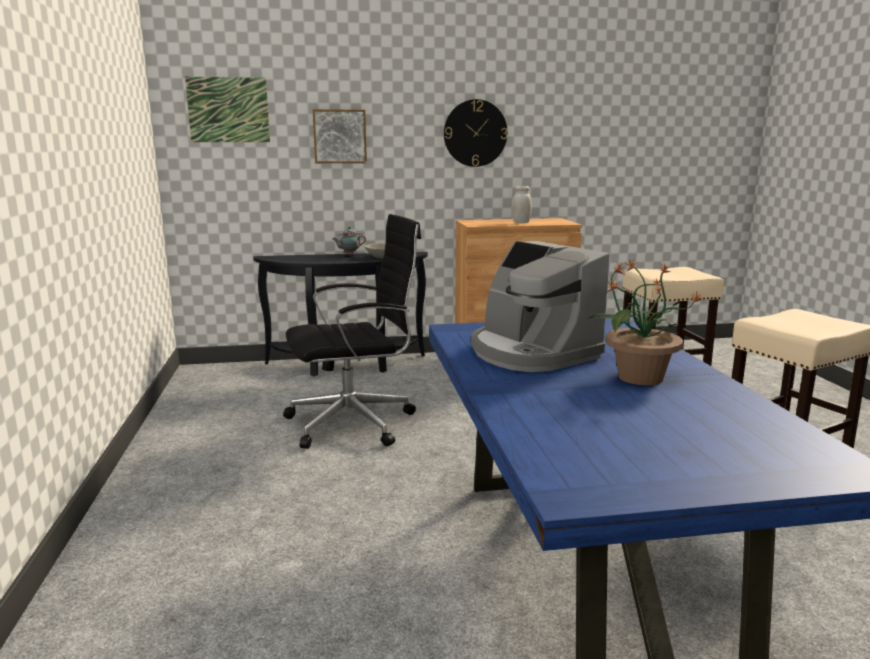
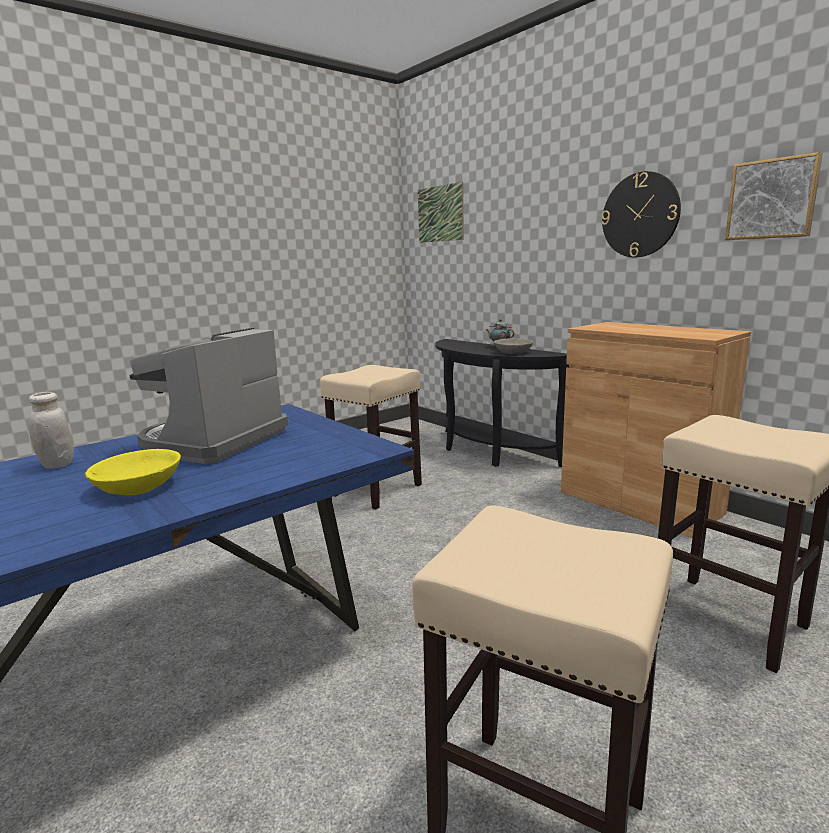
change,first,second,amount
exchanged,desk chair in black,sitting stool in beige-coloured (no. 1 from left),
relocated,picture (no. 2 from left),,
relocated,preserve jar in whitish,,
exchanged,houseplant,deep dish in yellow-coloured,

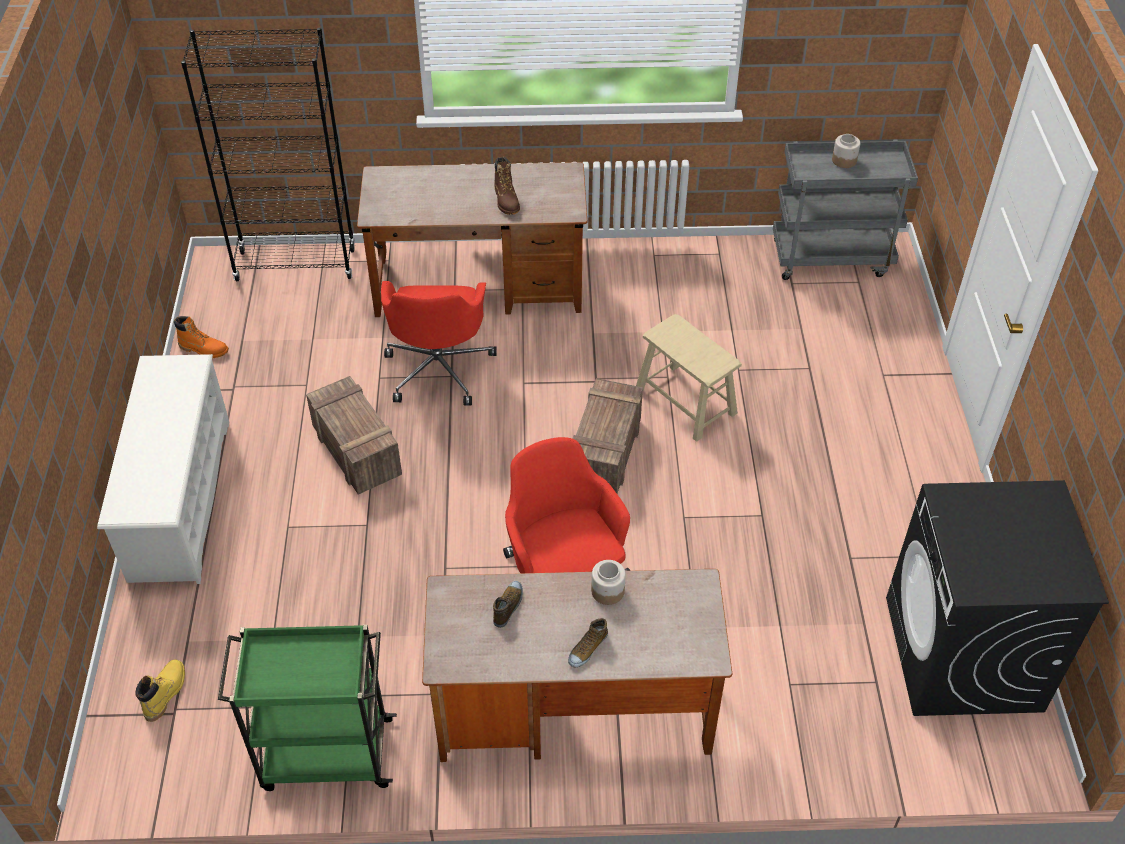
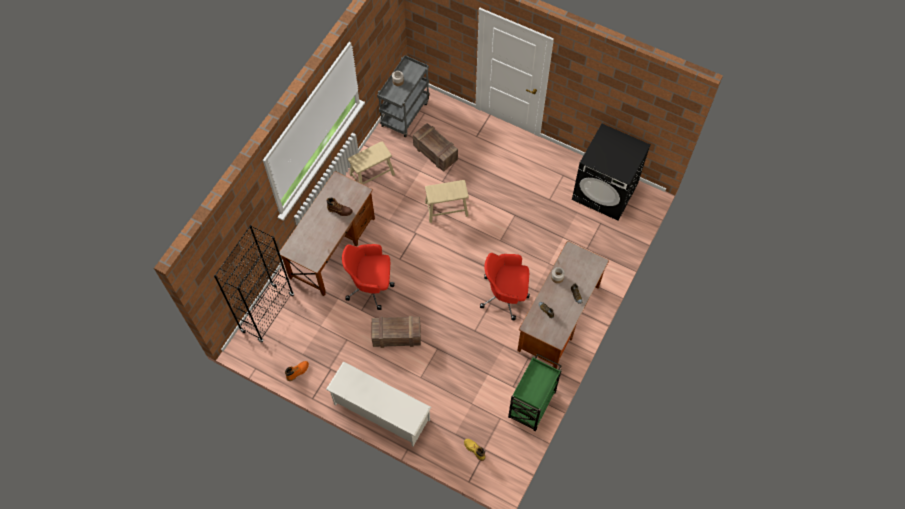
change,first,second,amount
spun,desk chair in reddish (no. 1 from left),,150 degrees clockwise
relocated,packing crate (no. 2 from left),,
appeared,,sitting stool in beige-coloured (no. 1 from left),

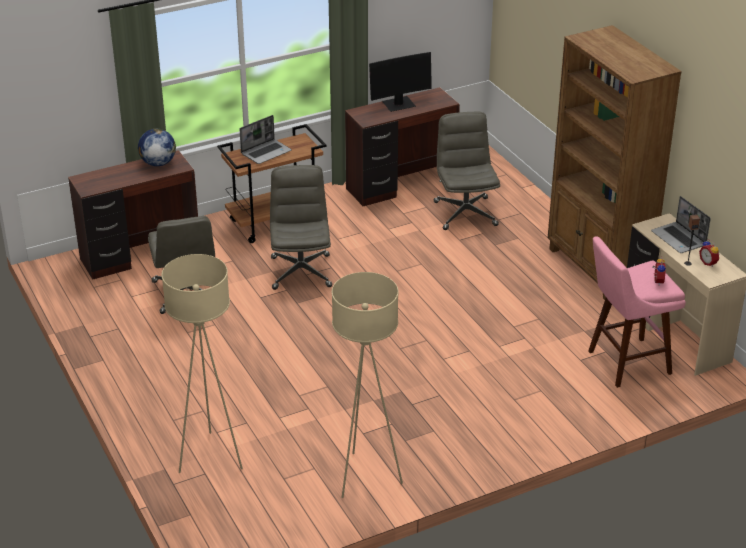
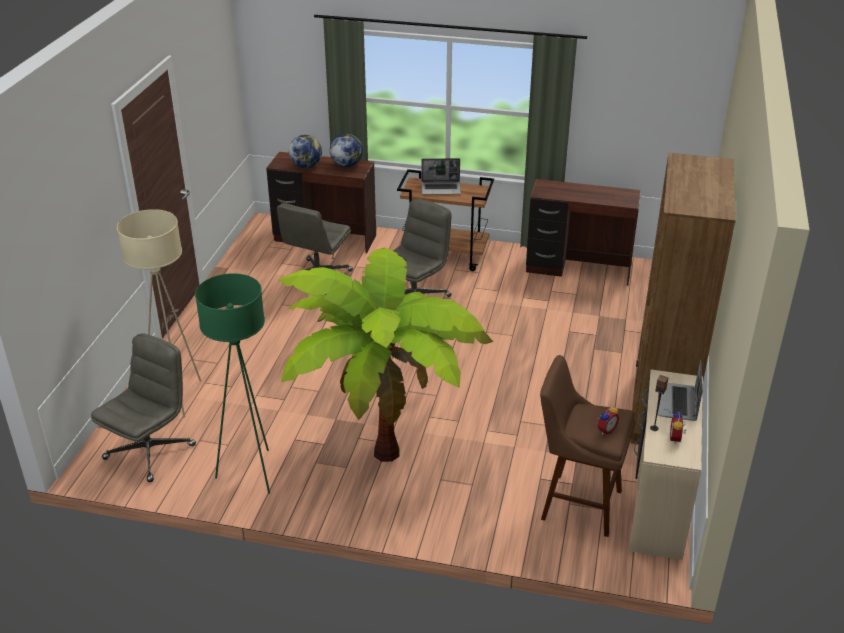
change,first,second,amount
colour,floor lamp in beige-coloured (no. 2 from left),floor lamp in greenish,
missing,monitor,,
relocated,desk chair in grey (no. 3 from left in the first image),desk chair in grey (no. 1 from left),
colour,sitting stool in pink-coloured,sitting stool in brown,
appeared,,houseplant,
appeared,,world globe (no. 1 from left),

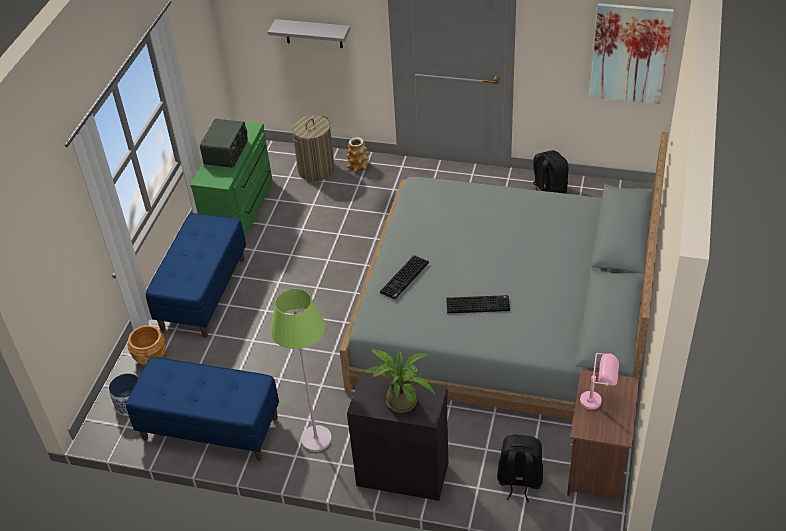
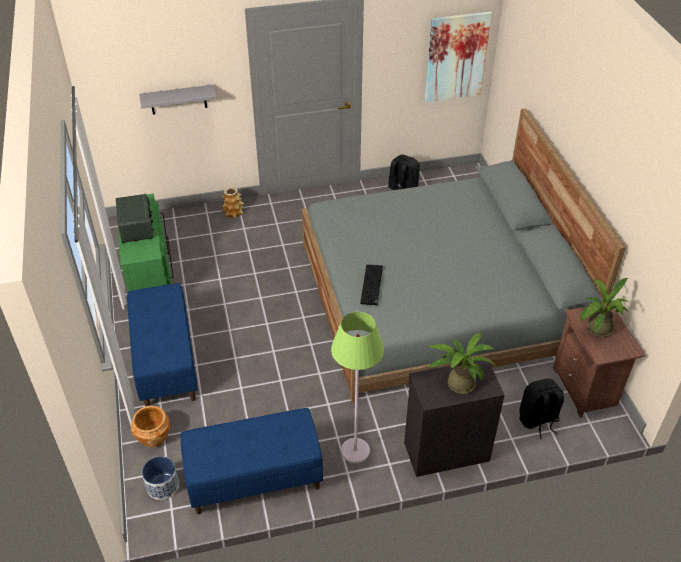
change,first,second,amount
missing,hamper,,
missing,PC keyboard (no. 2 from left),,
exchanged,lamp for a table in pink-coloured,houseplant (no. 2 from left),

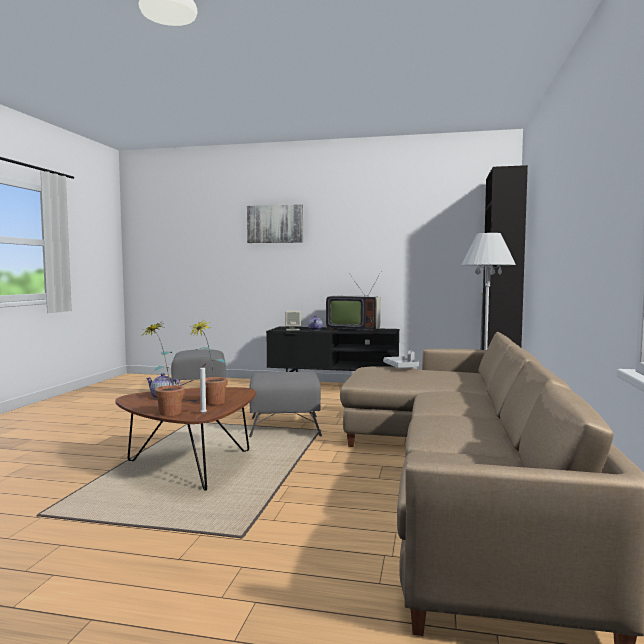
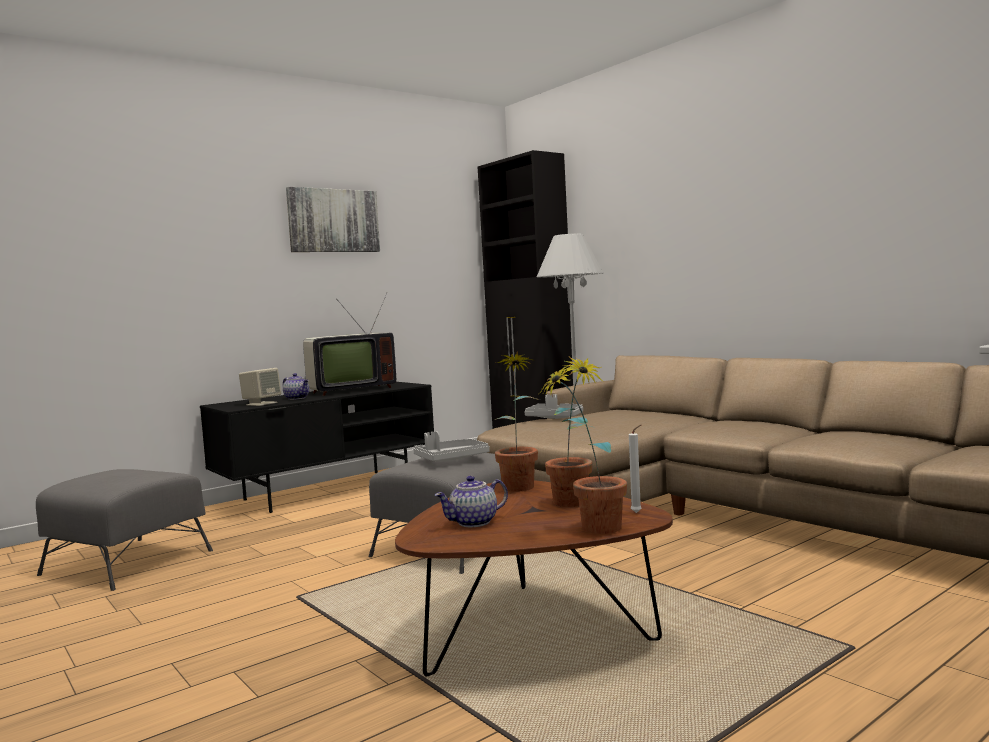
change,first,second,amount
relocated,picture,,
appeared,,serving tray in grey (no. 1 from left),
appeared,,houseplant (no. 1 from left),

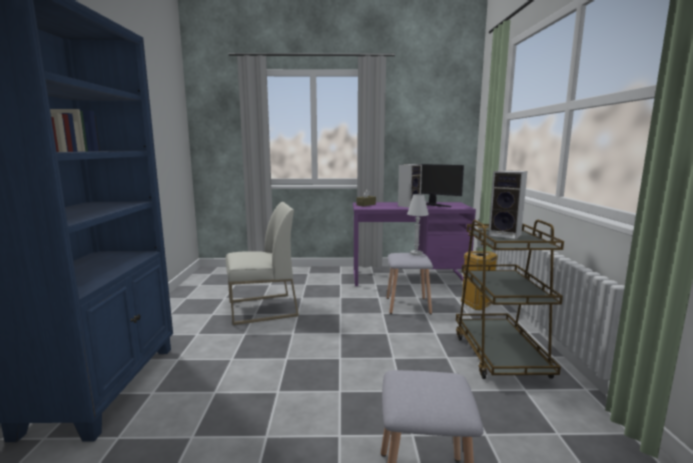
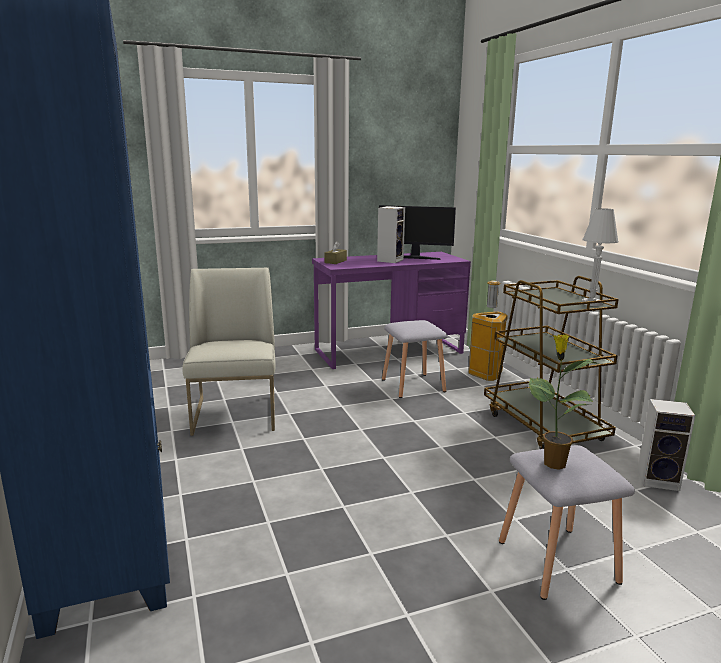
change,first,second,amount
spun,upright chair in whitish,,60 degrees counterclockwise
relocated,lamp for a table in whitish,,
relocated,loudspeaker (no. 2 from left),,
appeared,,houseplant,

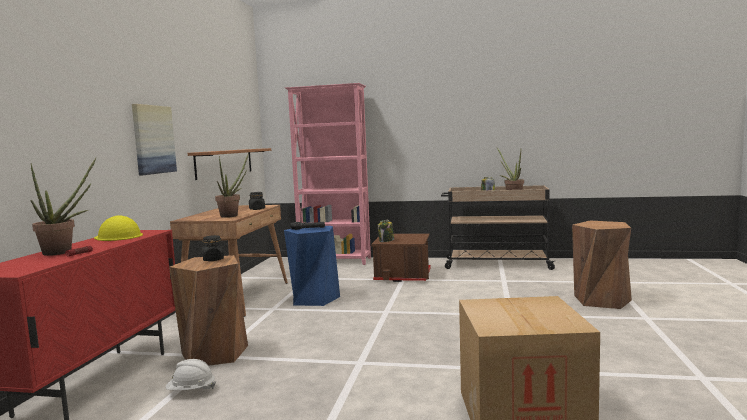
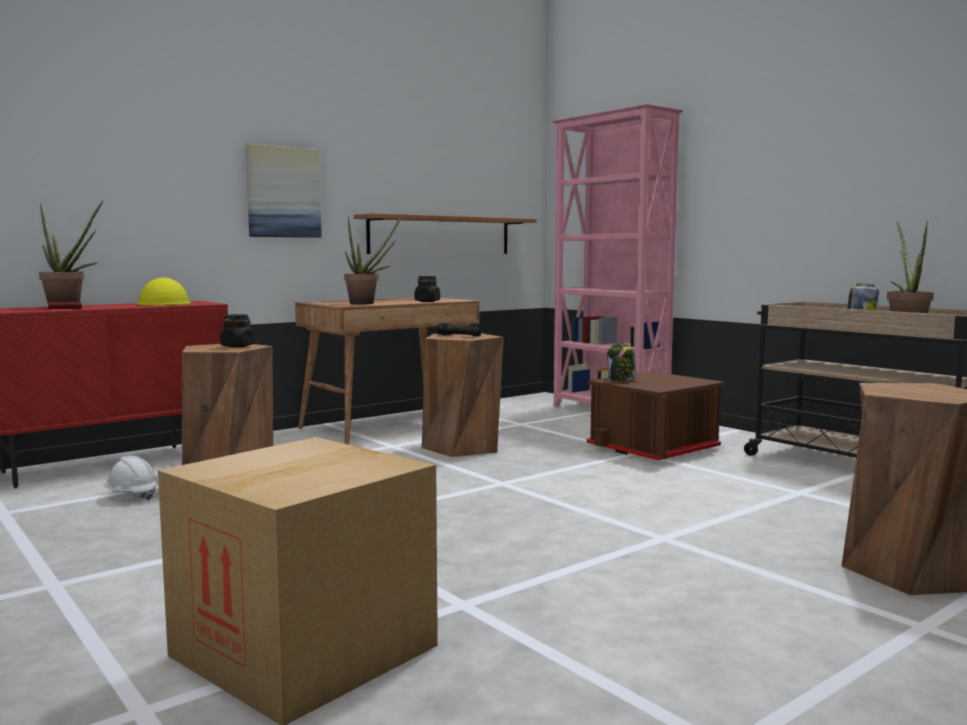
change,first,second,amount
colour,sitting stool in bluish,sitting stool in brown (no. 2 from left),

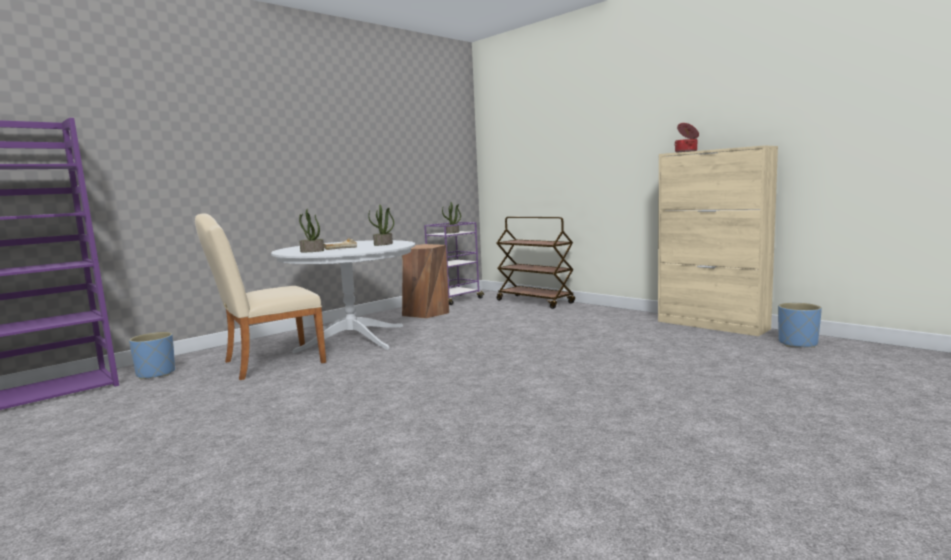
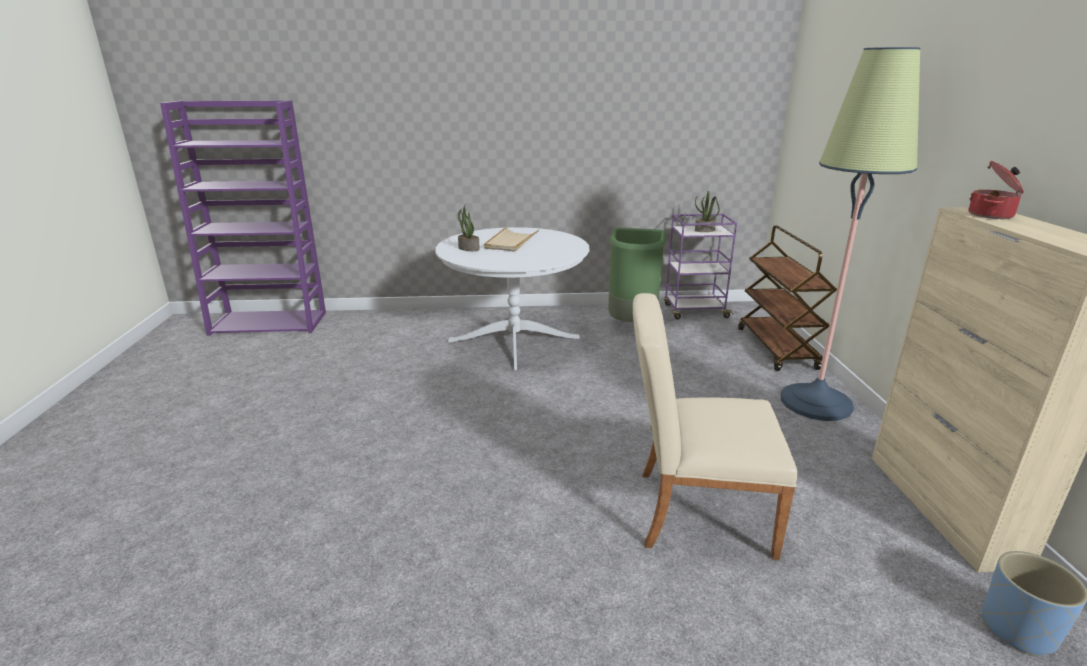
change,first,second,amount
missing,planter in bluish (no. 1 from left),,
relocated,upright chair in beige-coloured,,
missing,houseplant (no. 2 from left),,
exchanged,sitting stool in brown,trash can in greenish,
appeared,,floor lamp,

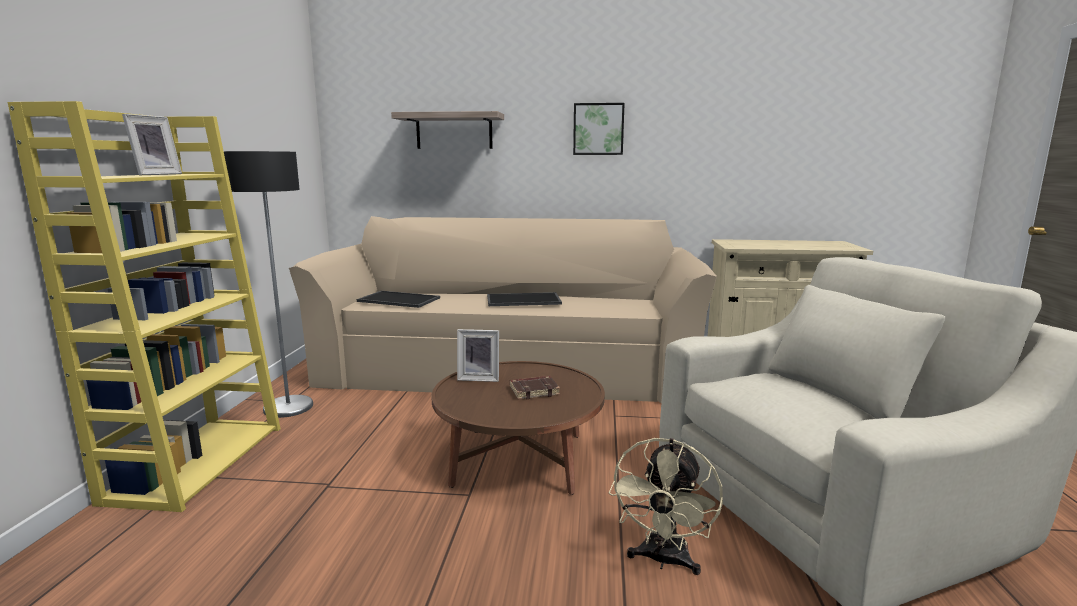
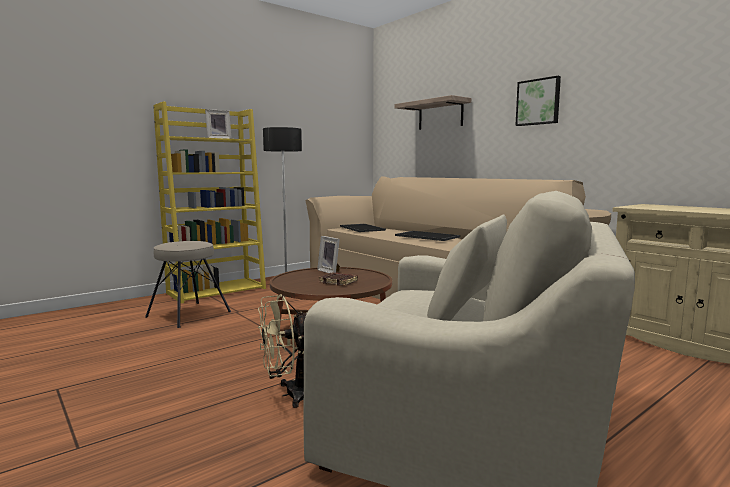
change,first,second,amount
appeared,,sitting stool in beige-coloured,

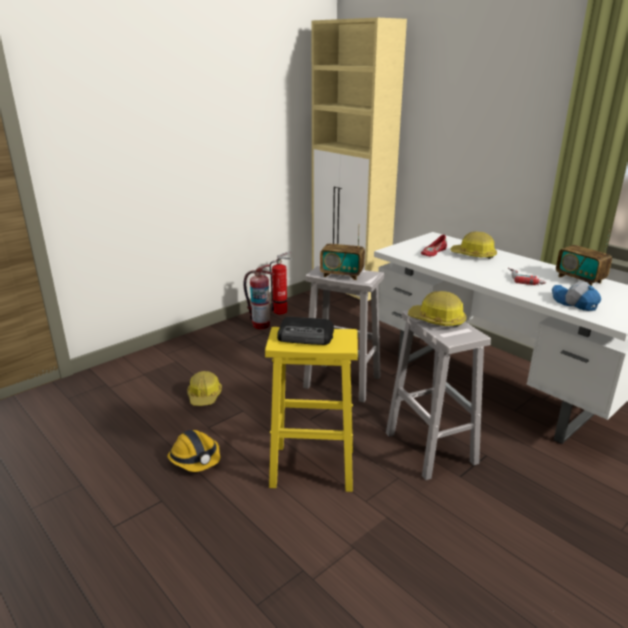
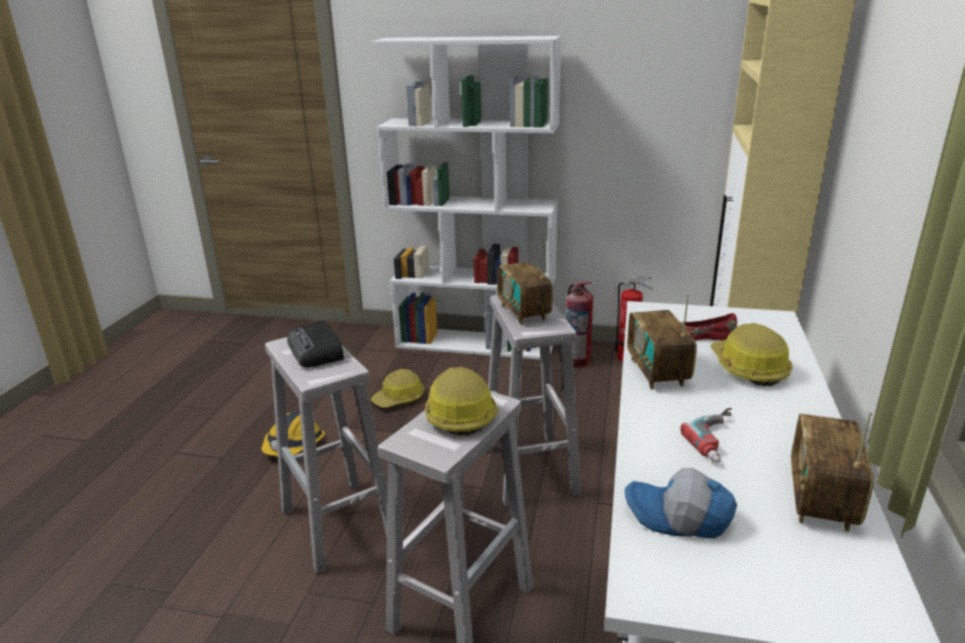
change,first,second,amount
colour,sitting stool in yellow-coloured,sitting stool in whitish (no. 1 from left),
spun,baseball cap,,90 degrees counterclockwise
appeared,,bookcase in whitish,
appeared,,radio (no. 3 from left),

